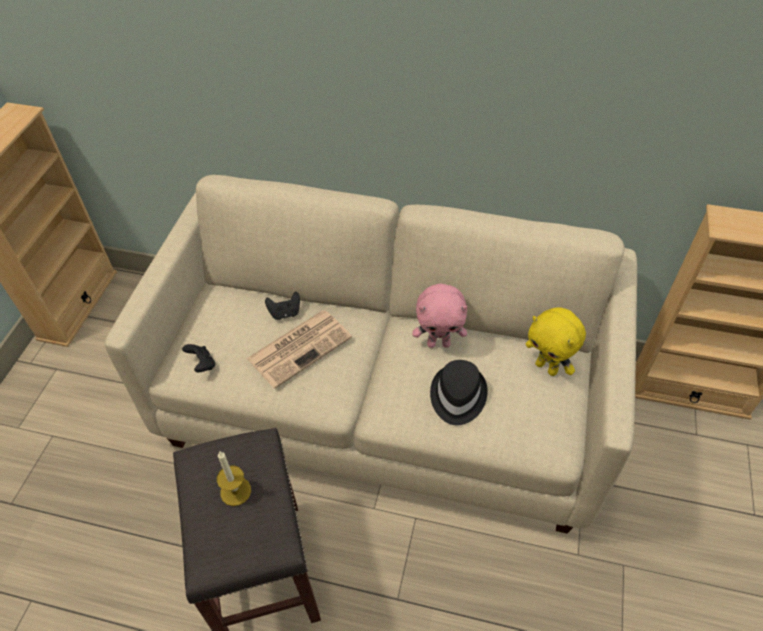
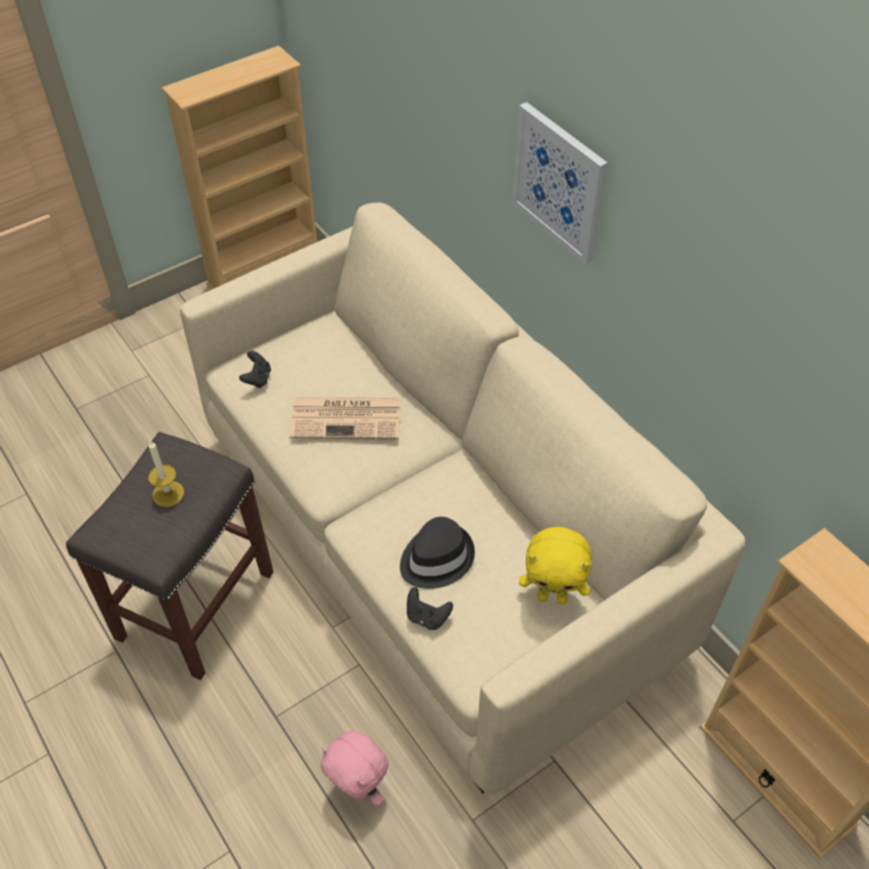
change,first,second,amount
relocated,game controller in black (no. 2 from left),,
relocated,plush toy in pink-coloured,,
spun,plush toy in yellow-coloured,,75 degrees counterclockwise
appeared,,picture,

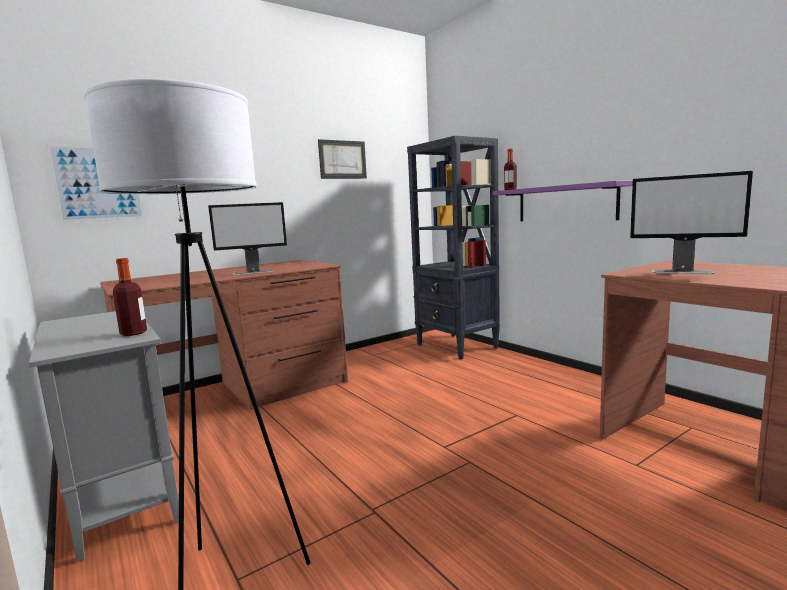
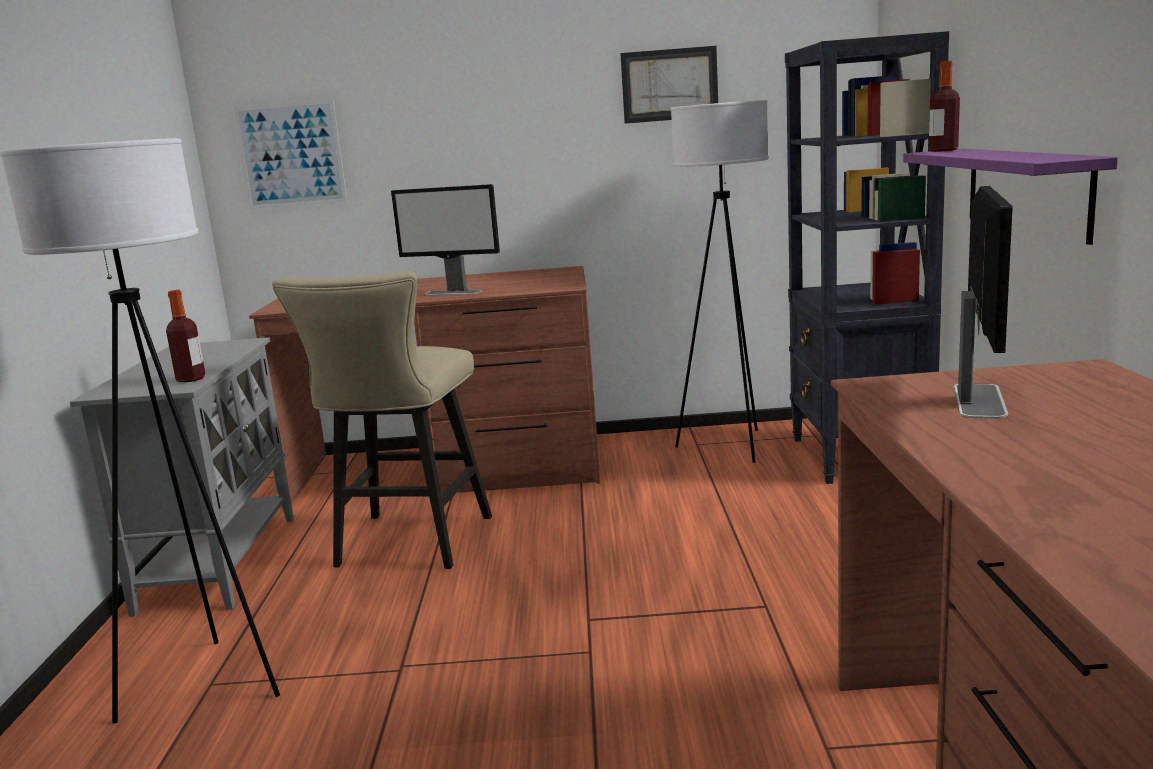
change,first,second,amount
spun,monitor (no. 2 from left),,135 degrees counterclockwise
appeared,,sitting stool in beige-coloured,
appeared,,floor lamp in whitish (no. 2 from left),

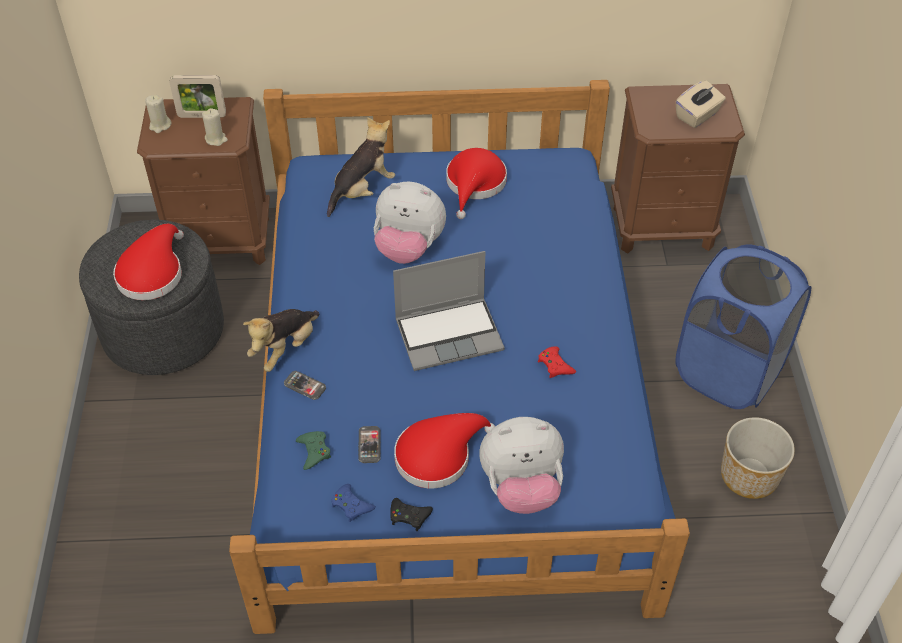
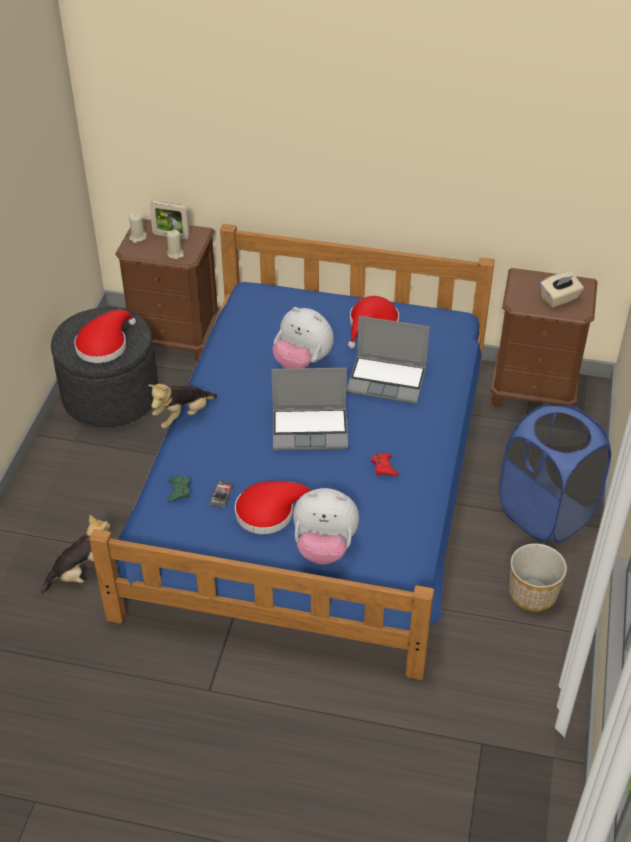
change,first,second,amount
missing,phone (no. 1 from left),,
relocated,plush toy (no. 2 from left in the first image),plush toy (no. 1 from left),
missing,game controller in bluish,,
missing,game controller in black,,
appeared,,laptop (no. 2 from left),

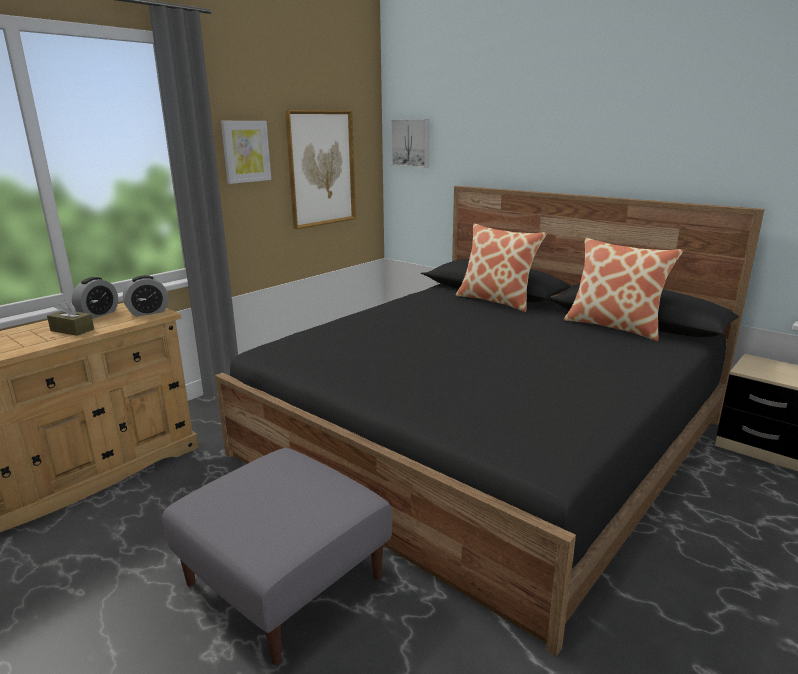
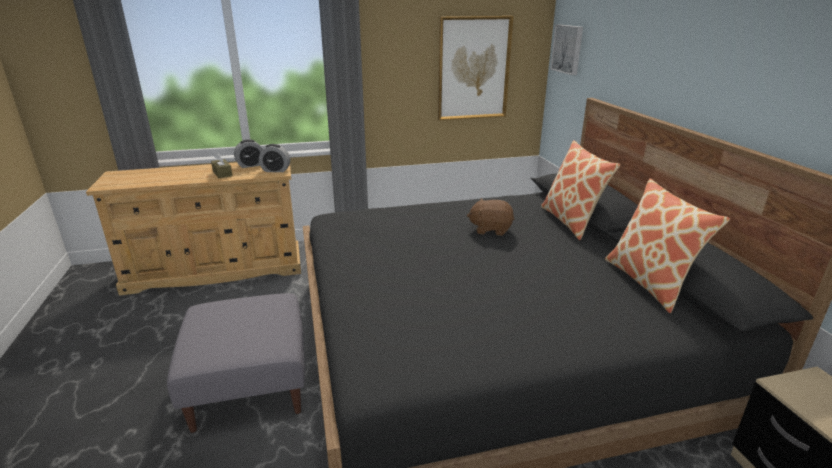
change,first,second,amount
missing,picture (no. 1 from left),,
appeared,,plush toy in brown,

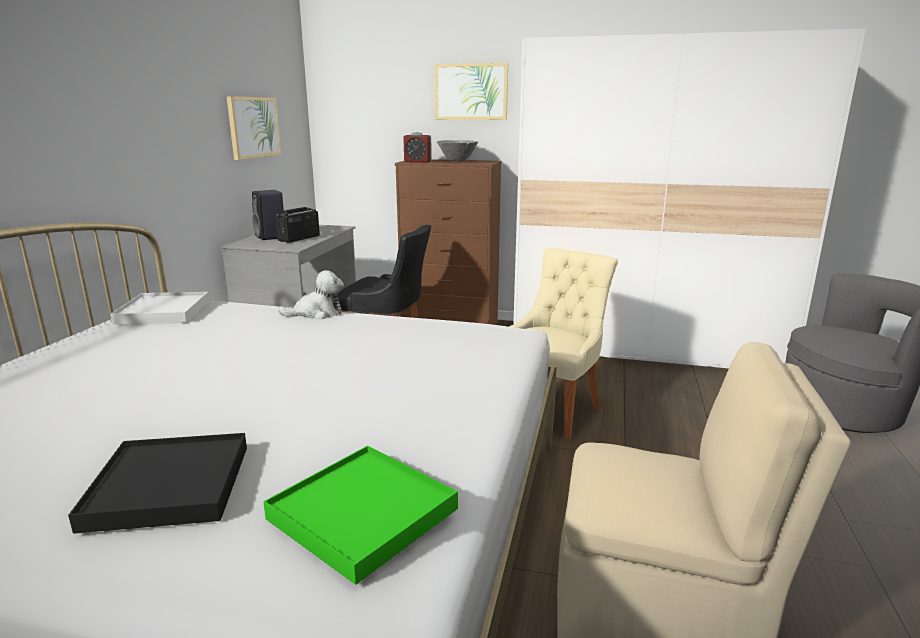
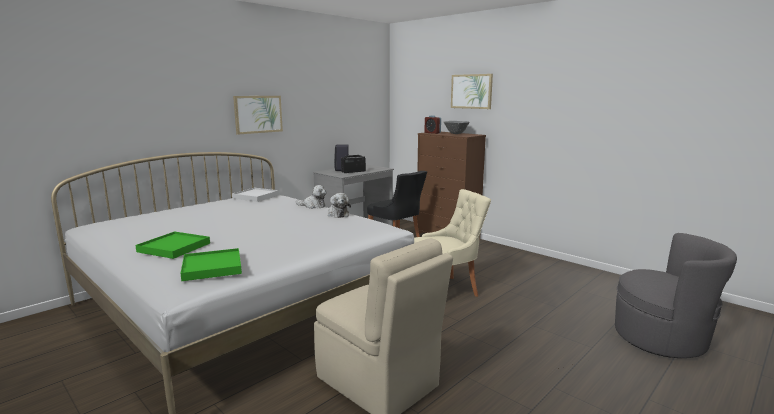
change,first,second,amount
colour,serving tray in black,serving tray in greenish (no. 1 from left),
relocated,picture (no. 1 from left),,
missing,wardrobe in whitish,,
appeared,,plush toy (no. 2 from left),

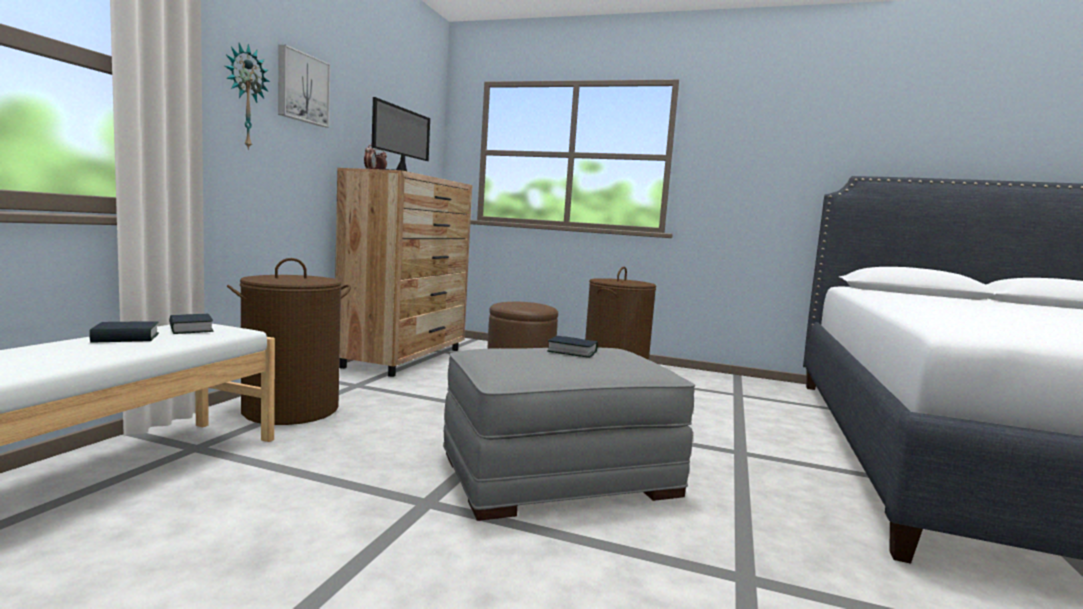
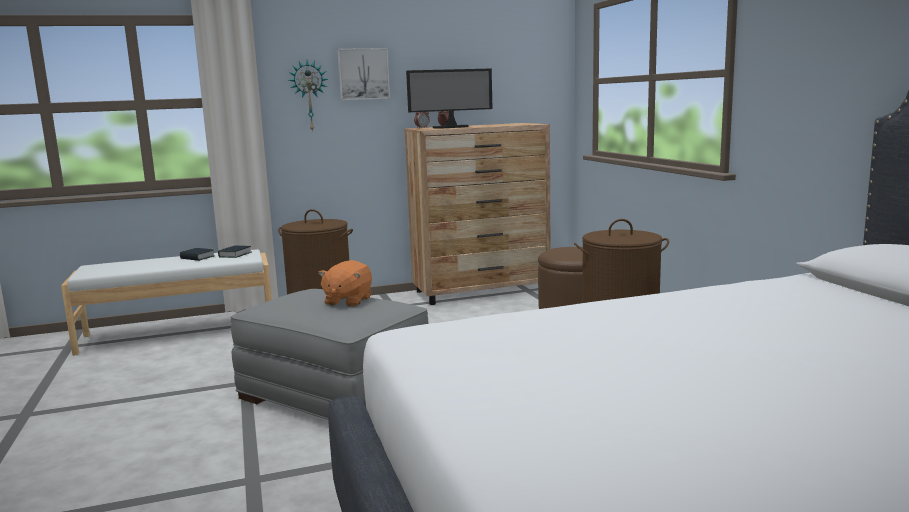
change,first,second,amount
exchanged,bound book (no. 3 from left),plush toy in orange-coloured,

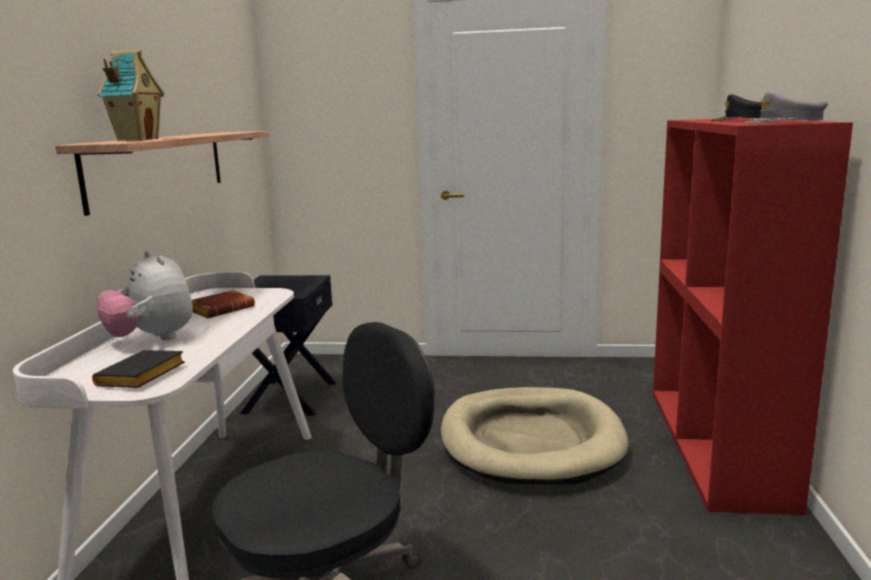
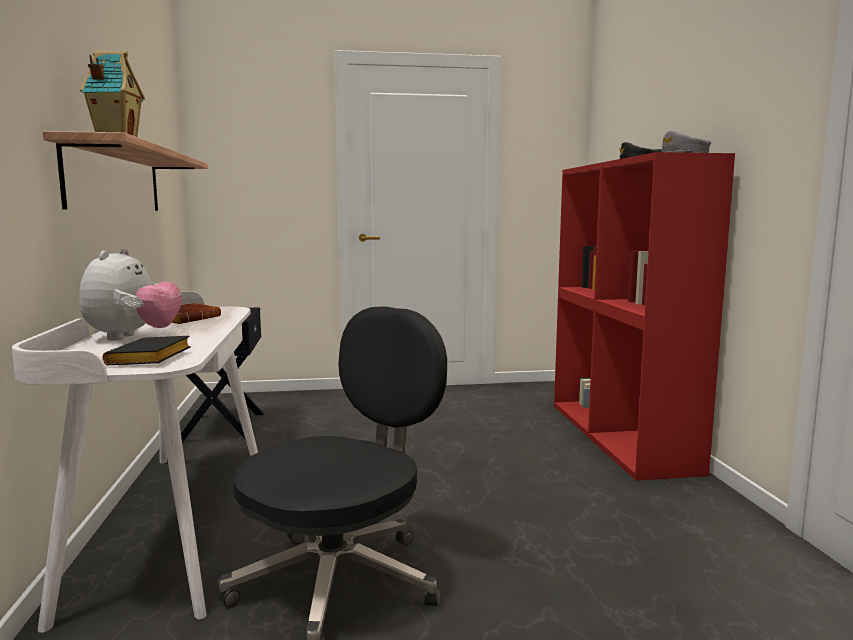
change,first,second,amount
spun,plush toy,,120 degrees counterclockwise
missing,pet bed in beige-coloured,,

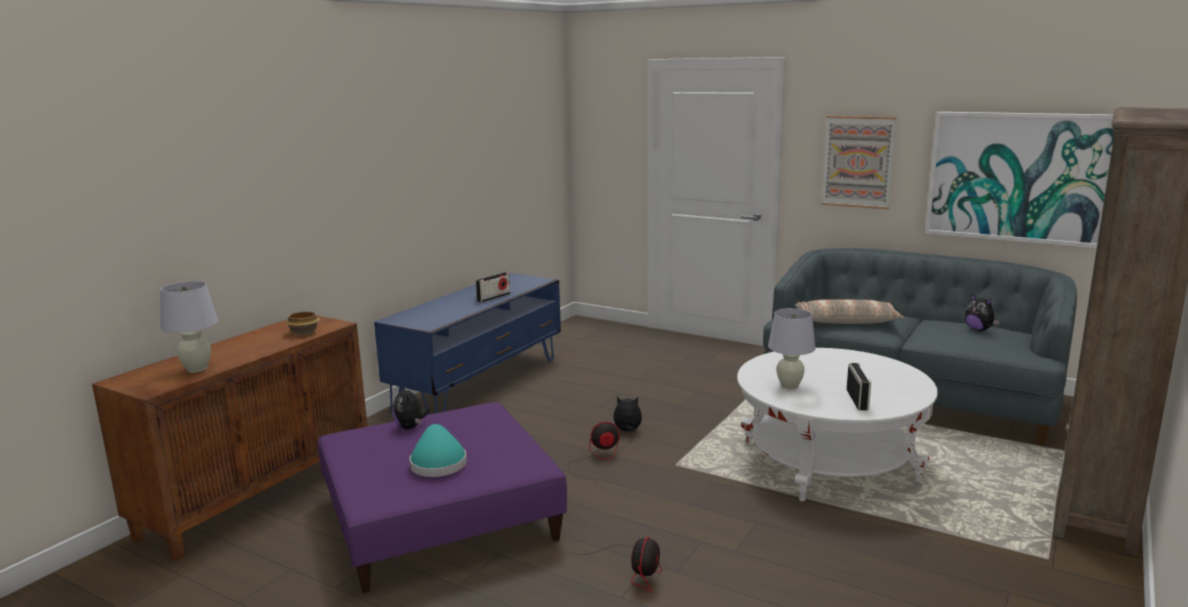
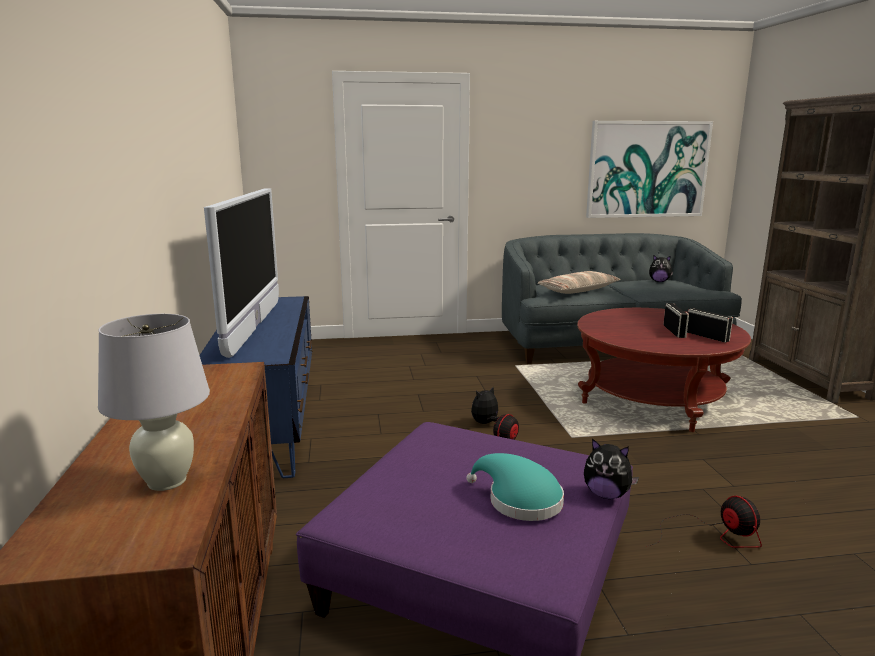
change,first,second,amount
missing,deep dish,,
relocated,plush toy (no. 1 from left in the first image),plush toy (no. 2 from left),
relocated,radio (no. 1 from left),,
colour,coffee table in whitish,coffee table in reddish,
missing,lamp for a table in whitish (no. 2 from left),,
missing,picture (no. 1 from left),,
appeared,,television,

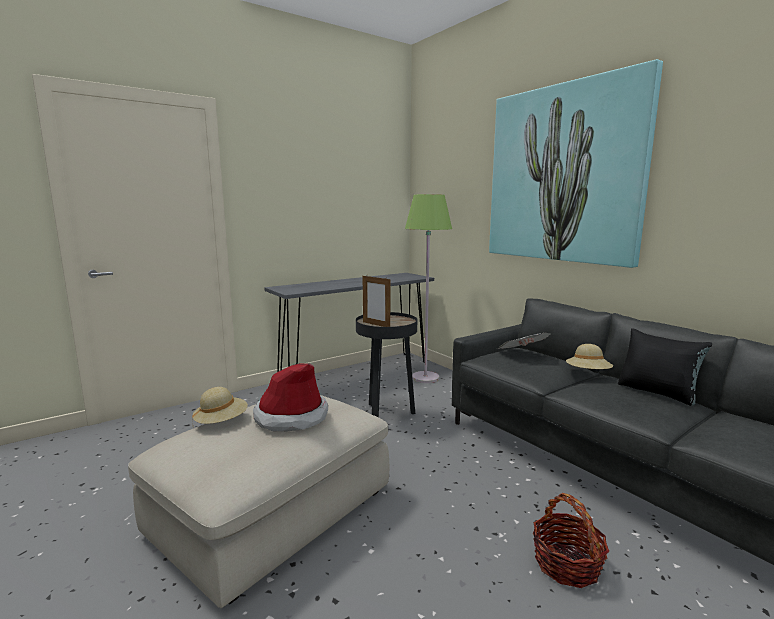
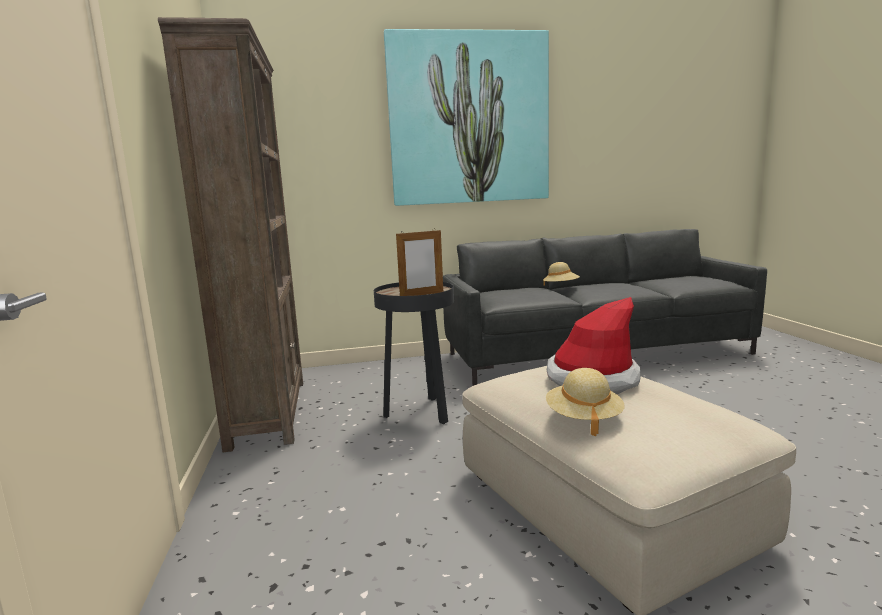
change,first,second,amount
exchanged,hall table in grey,bookcase in brown,
missing,floor lamp in greenish,,
missing,newspaper,,
missing,basket,,
missing,cushion in black,,

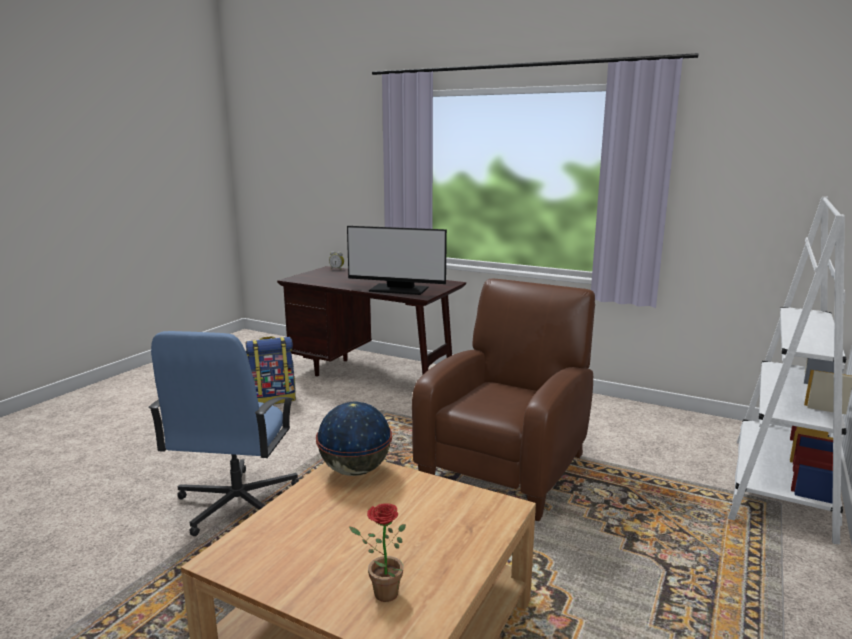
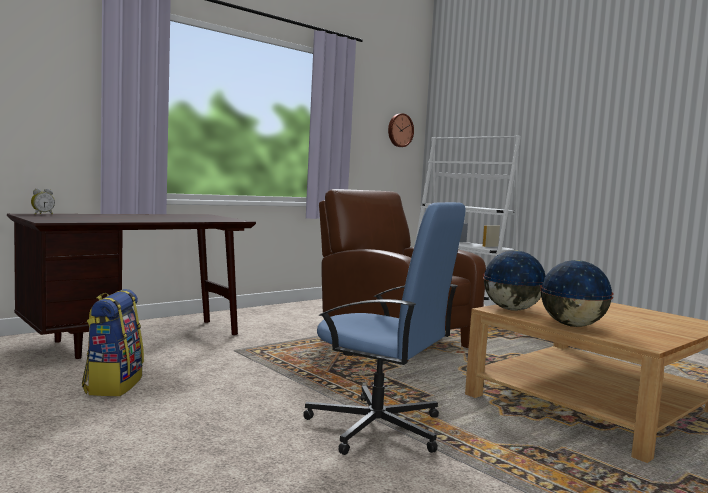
change,first,second,amount
missing,monitor,,
missing,houseplant,,
appeared,,clock on the wall,
appeared,,world globe (no. 2 from left),

